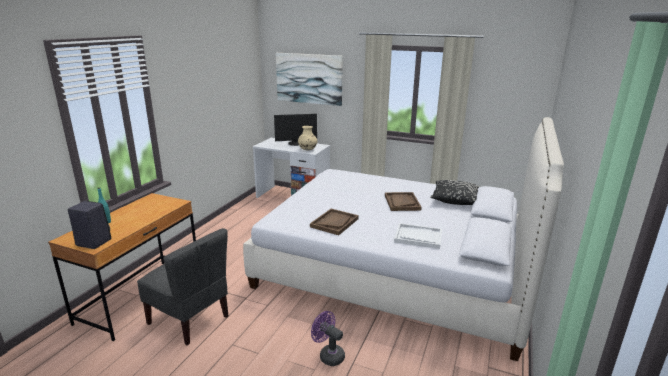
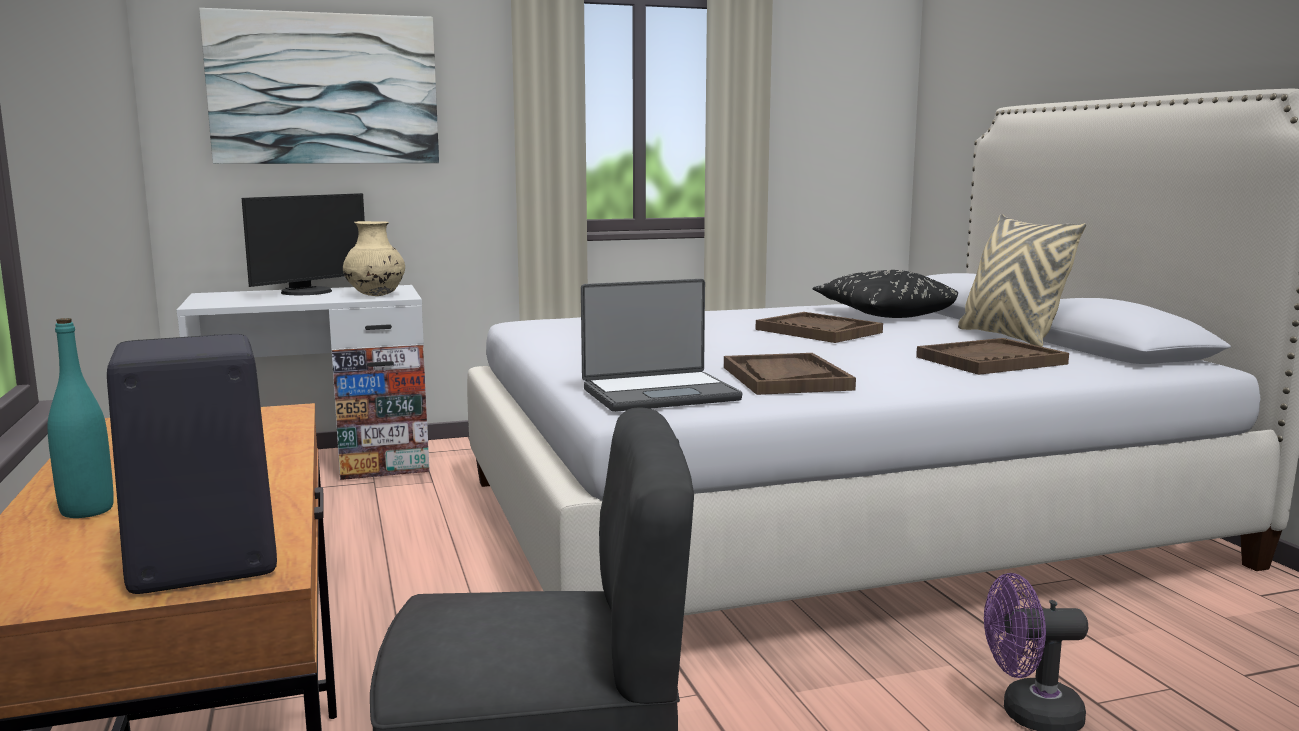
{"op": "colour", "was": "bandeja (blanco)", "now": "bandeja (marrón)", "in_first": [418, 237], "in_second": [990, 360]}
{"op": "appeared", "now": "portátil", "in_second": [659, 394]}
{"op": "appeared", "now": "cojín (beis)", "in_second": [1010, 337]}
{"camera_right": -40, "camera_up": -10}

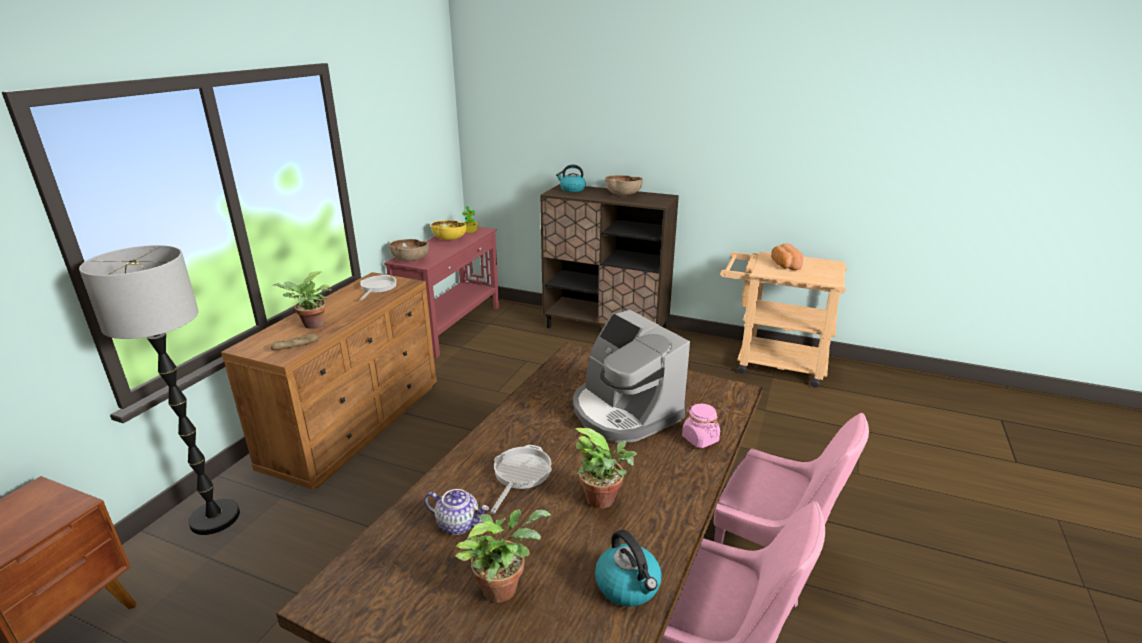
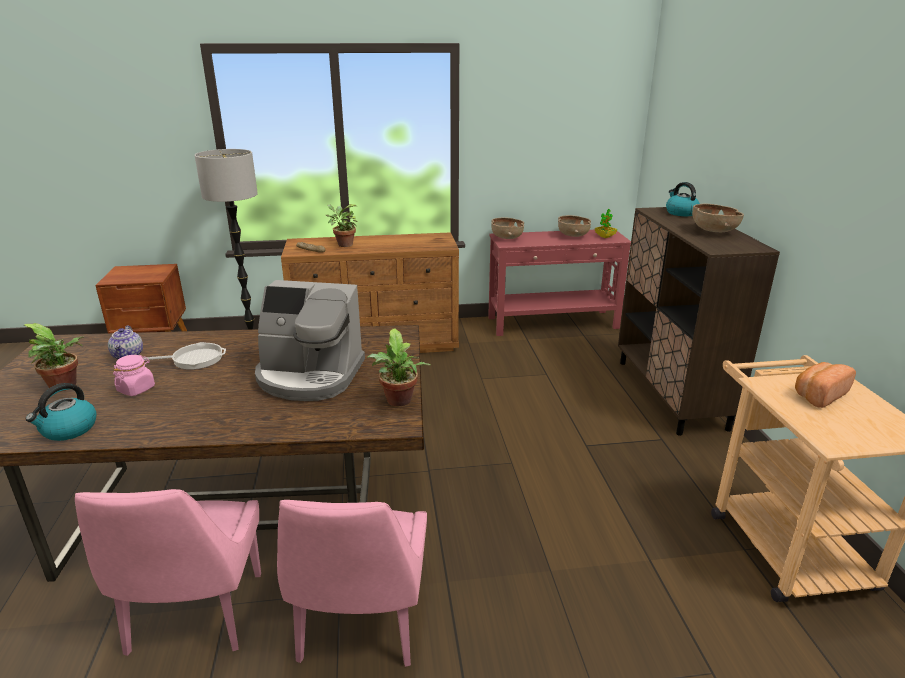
{"op": "missing", "was": "sartén", "in_first": [377, 287]}
{"op": "colour", "was": "cuenco (amarillo)", "now": "cuenco (marrón)", "in_first": [449, 239], "in_second": [573, 236]}
{"op": "spun", "was": "cafetera", "in_first": [624, 412], "in_second": [309, 376], "clockwise": -105}
{"op": "relocated", "was": "planta en maceta", "in_first": [604, 500], "in_second": [399, 402]}
{"op": "relocated", "was": "tarro (rosa)", "in_first": [700, 439], "in_second": [136, 389]}
{"camera_right": 60, "camera_up": 0}

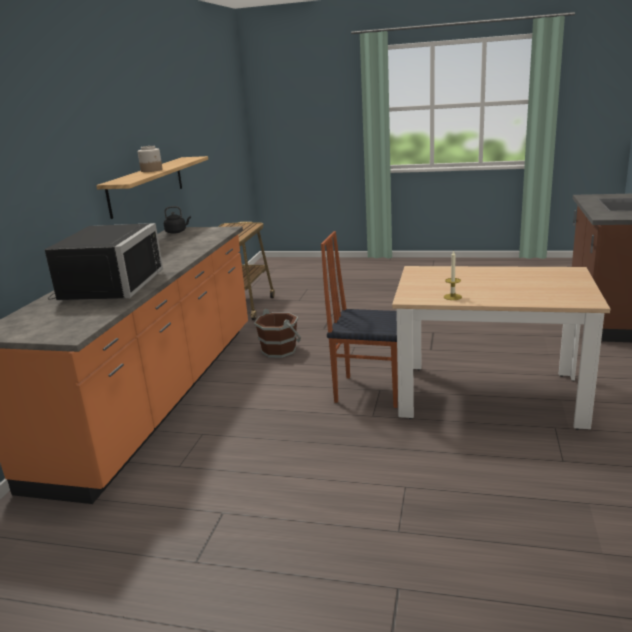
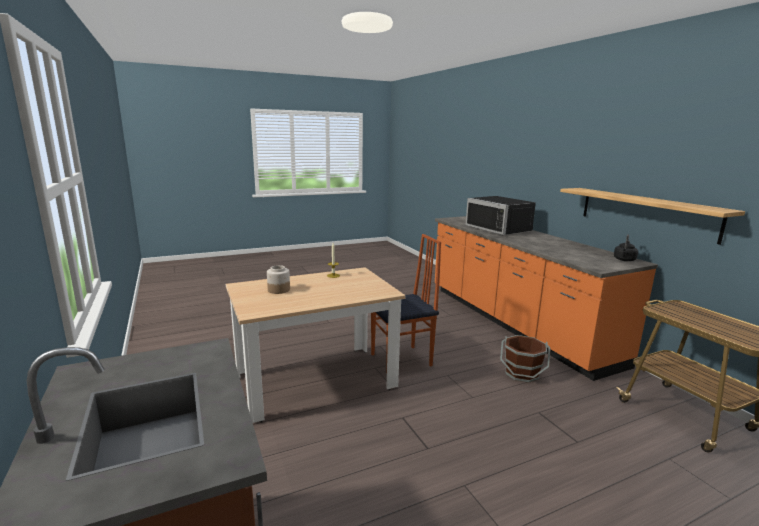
{"op": "relocated", "was": "tarro", "in_first": [152, 170], "in_second": [278, 290]}
{"camera_right": 140, "camera_up": -5}

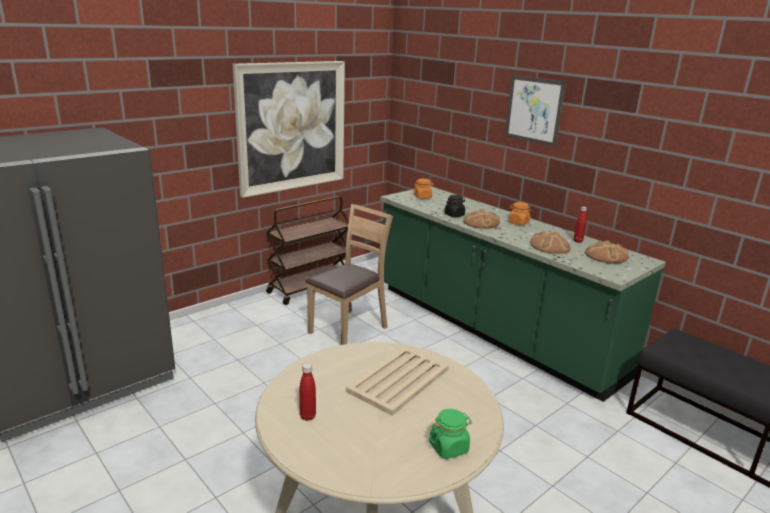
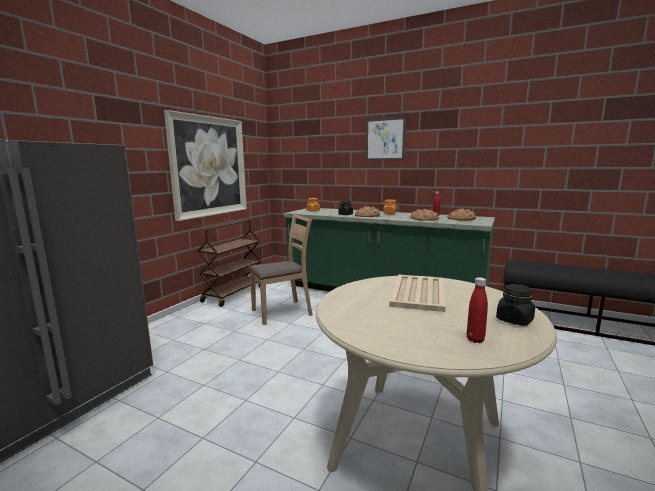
{"op": "relocated", "was": "botella (rojo)", "in_first": [307, 416], "in_second": [475, 340]}
{"op": "spun", "was": "silla (marrón)", "in_first": [348, 329], "in_second": [282, 312], "clockwise": 45}
{"op": "colour", "was": "tarro (verde)", "now": "tarro (negro)", "in_first": [449, 447], "in_second": [514, 320]}
{"camera_right": -20, "camera_up": -10}

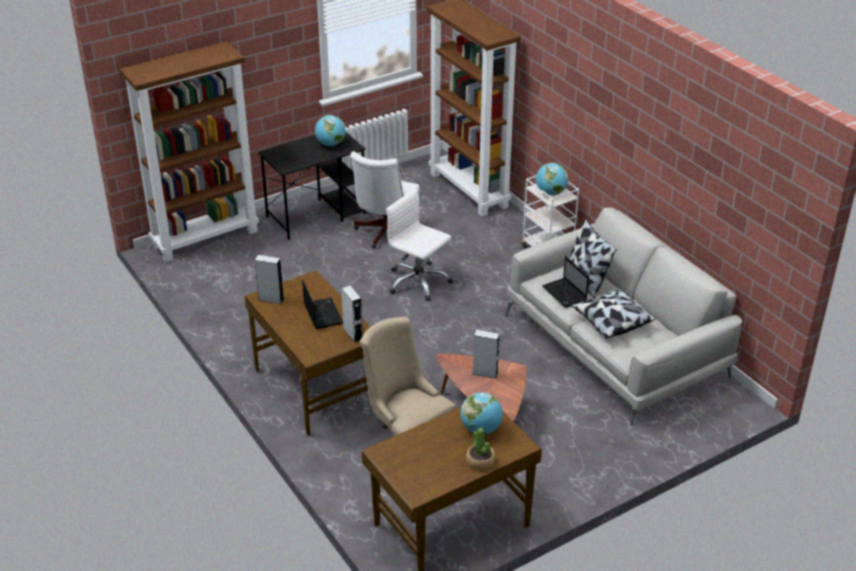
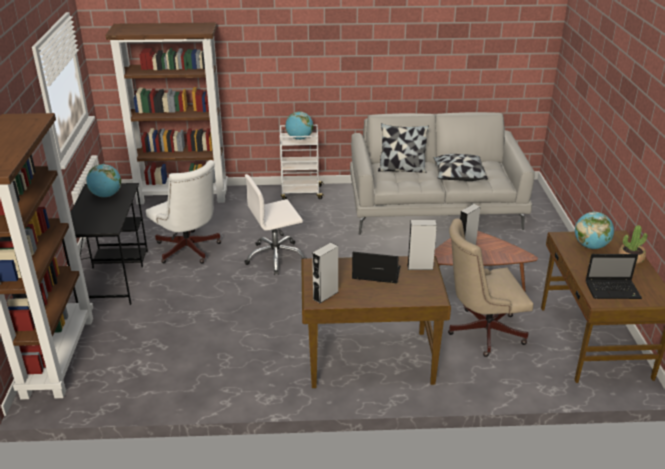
{"op": "relocated", "was": "portátil", "in_first": [565, 294], "in_second": [613, 290]}
{"camera_right": -60, "camera_up": -5}

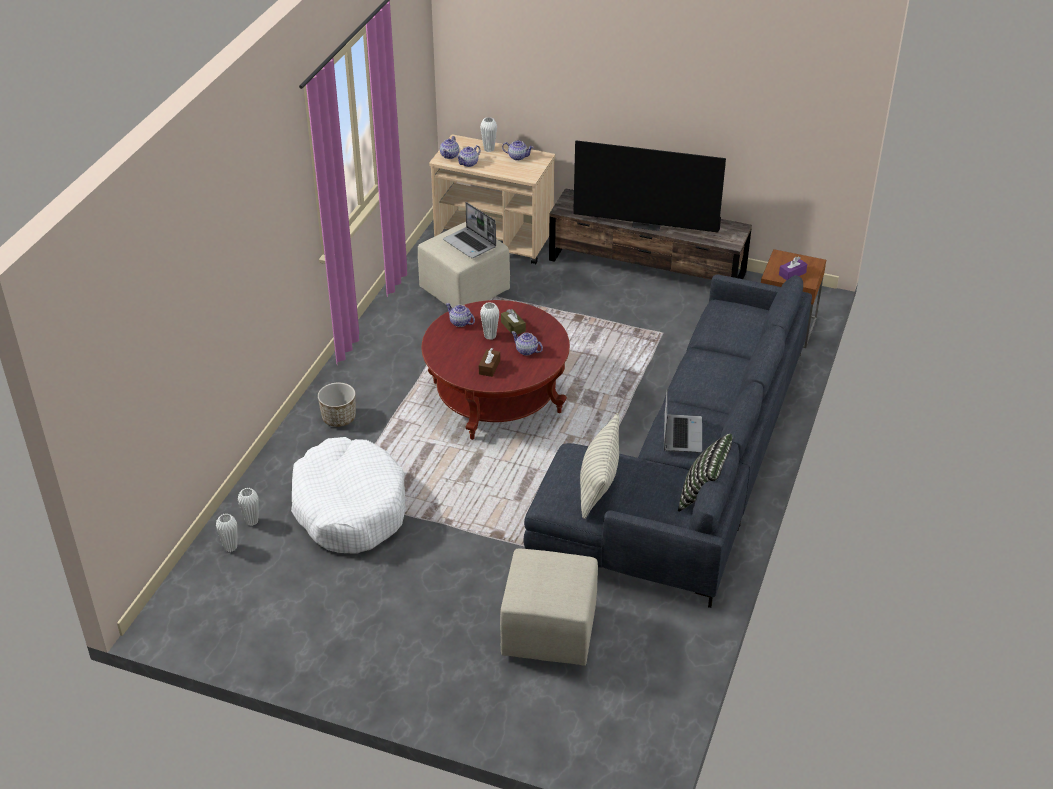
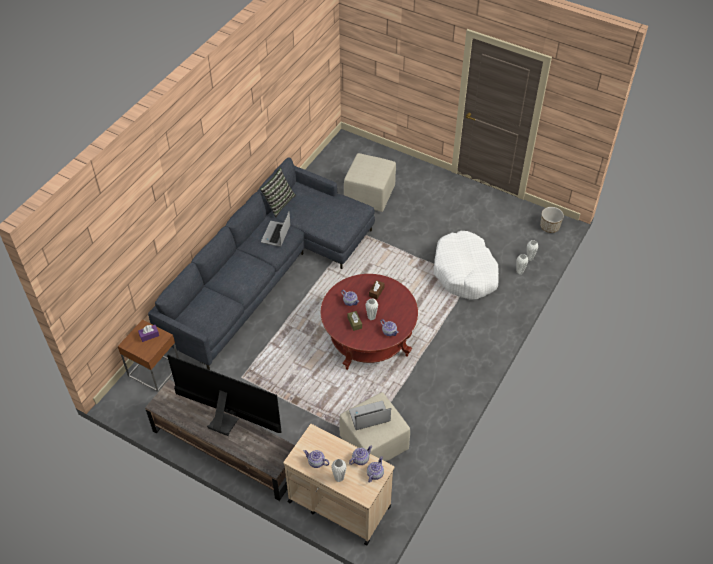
{"op": "relocated", "was": "maceta", "in_first": [339, 418], "in_second": [549, 227]}
{"op": "spun", "was": "portátil", "in_first": [470, 244], "in_second": [369, 417], "clockwise": -75}
{"op": "missing", "was": "cojín", "in_first": [598, 484]}
{"camera_right": -170, "camera_up": 10}

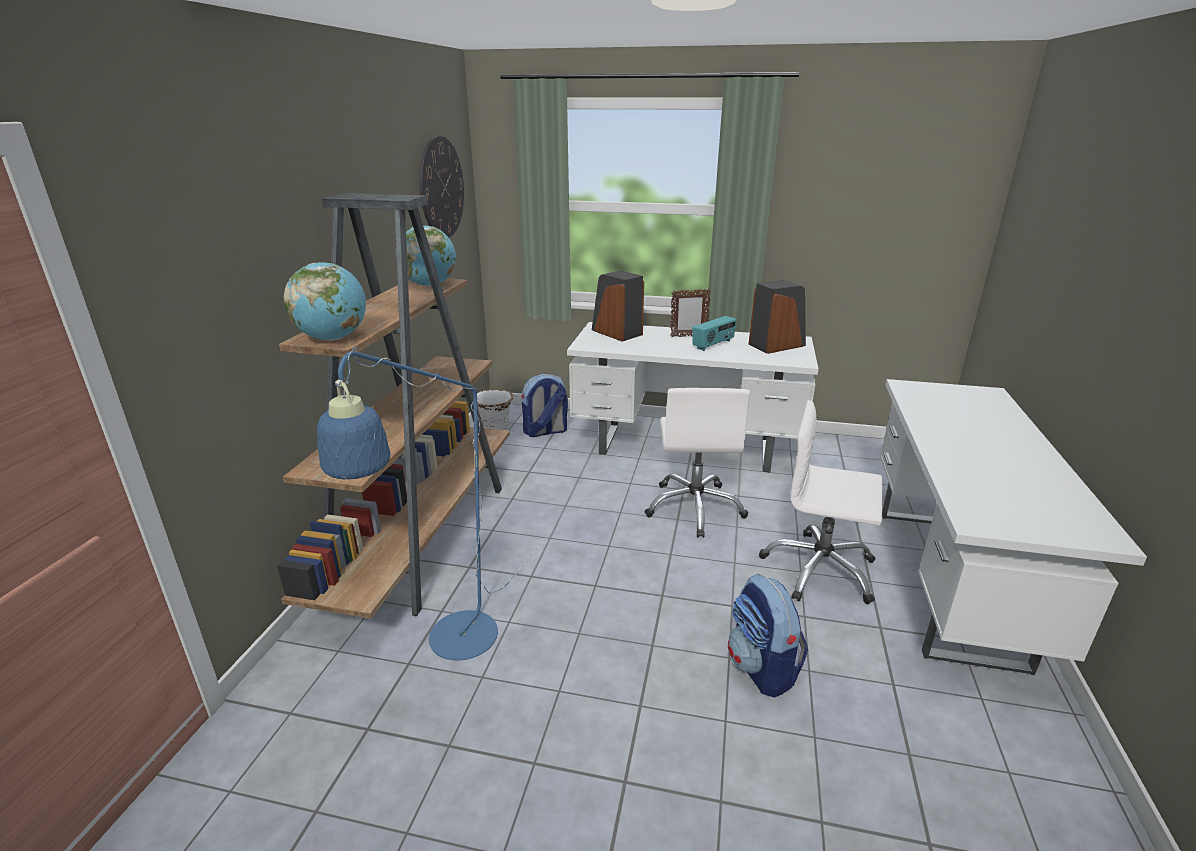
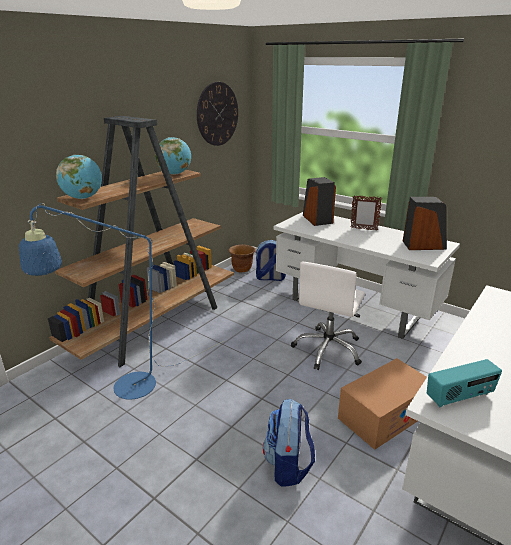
{"op": "colour", "was": "maceta (blanco)", "now": "maceta (marrón)", "in_first": [494, 427], "in_second": [242, 269]}
{"op": "relocated", "was": "radio", "in_first": [713, 345], "in_second": [459, 397]}
{"op": "exchanged", "was": "silla de oficina (blanco)", "now": "caja de cartón", "in_first": [819, 570], "in_second": [383, 415]}
{"camera_right": 25, "camera_up": 0}

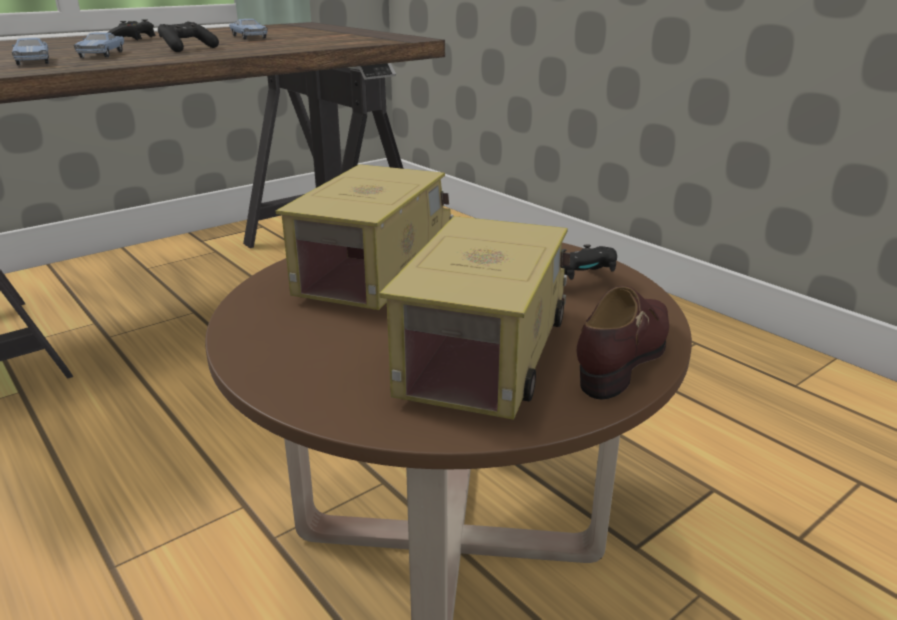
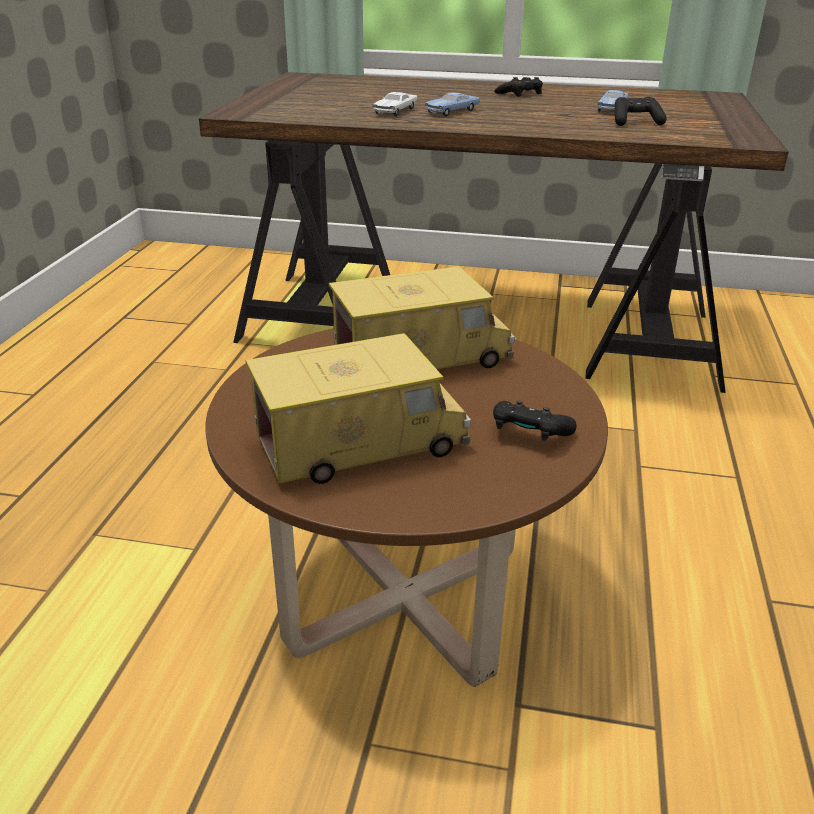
{"op": "colour", "was": "coche de juguete (azul)", "now": "coche de juguete (blanco)", "in_first": [33, 61], "in_second": [395, 111]}
{"op": "relocated", "was": "mando de consola (negro)", "in_first": [187, 49], "in_second": [635, 122]}
{"op": "missing", "was": "zapato (marrón)", "in_first": [626, 356]}
{"camera_right": 50, "camera_up": 5}

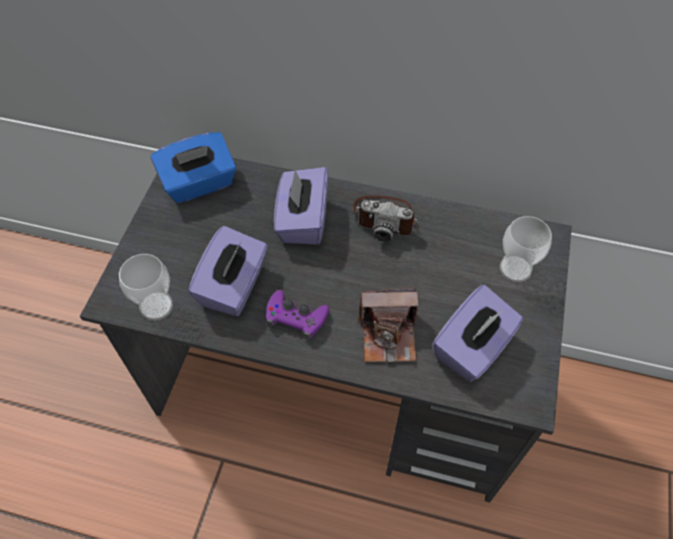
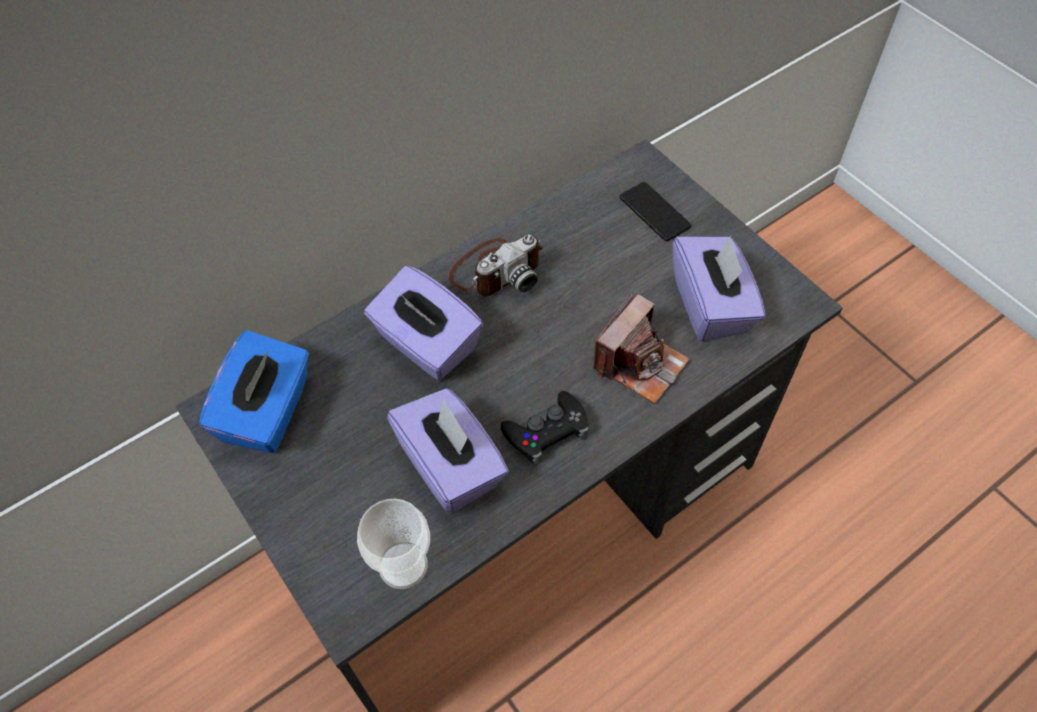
{"op": "colour", "was": "mando de consola (morado)", "now": "mando de consola (negro)", "in_first": [296, 318], "in_second": [546, 431]}
{"op": "exchanged", "was": "taza", "now": "móvil", "in_first": [515, 269], "in_second": [654, 212]}
{"camera_right": -50, "camera_up": 0}

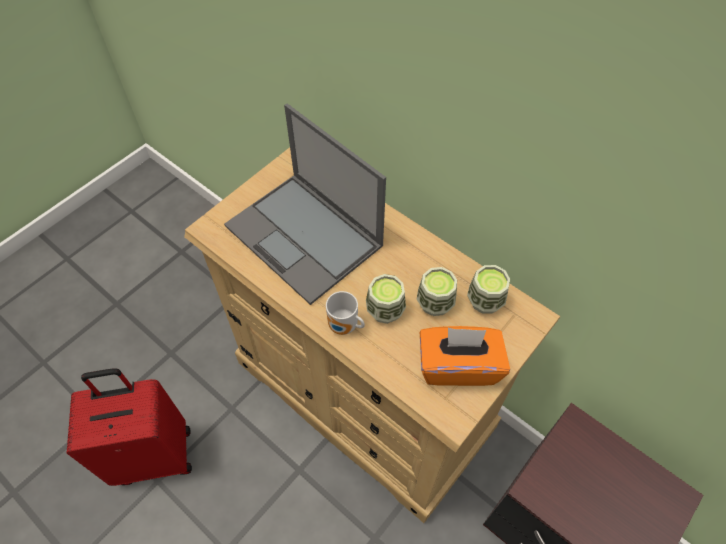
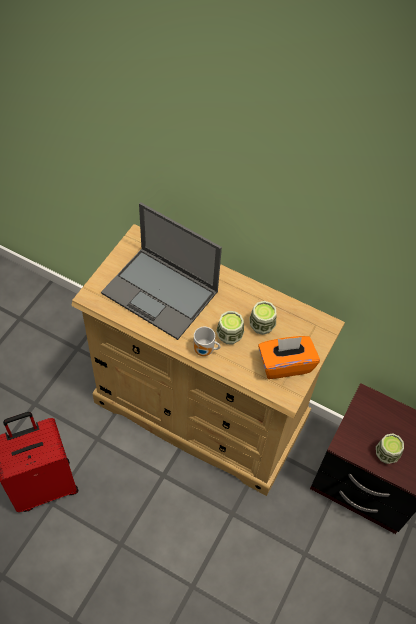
{"op": "relocated", "was": "taza", "in_first": [485, 300], "in_second": [386, 454]}
{"camera_right": -15, "camera_up": 0}

